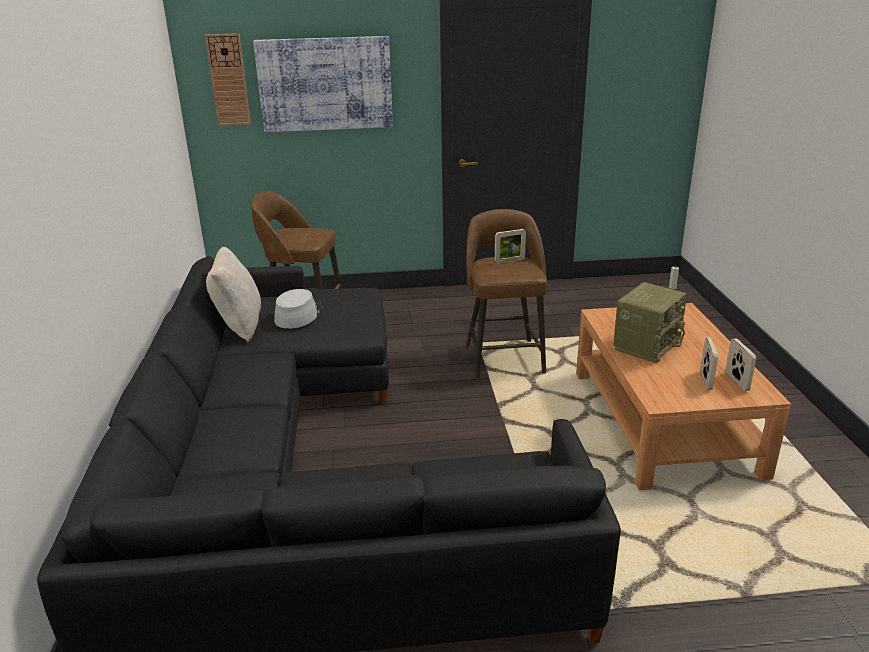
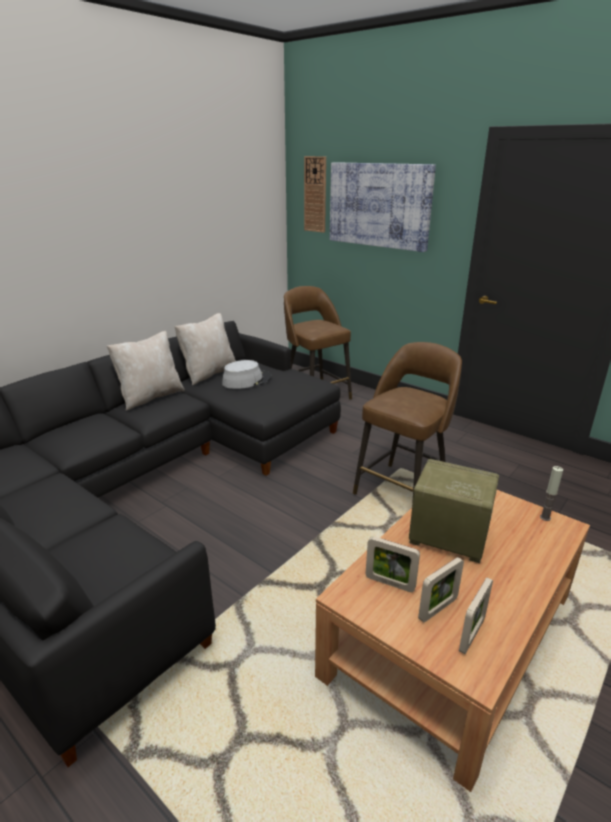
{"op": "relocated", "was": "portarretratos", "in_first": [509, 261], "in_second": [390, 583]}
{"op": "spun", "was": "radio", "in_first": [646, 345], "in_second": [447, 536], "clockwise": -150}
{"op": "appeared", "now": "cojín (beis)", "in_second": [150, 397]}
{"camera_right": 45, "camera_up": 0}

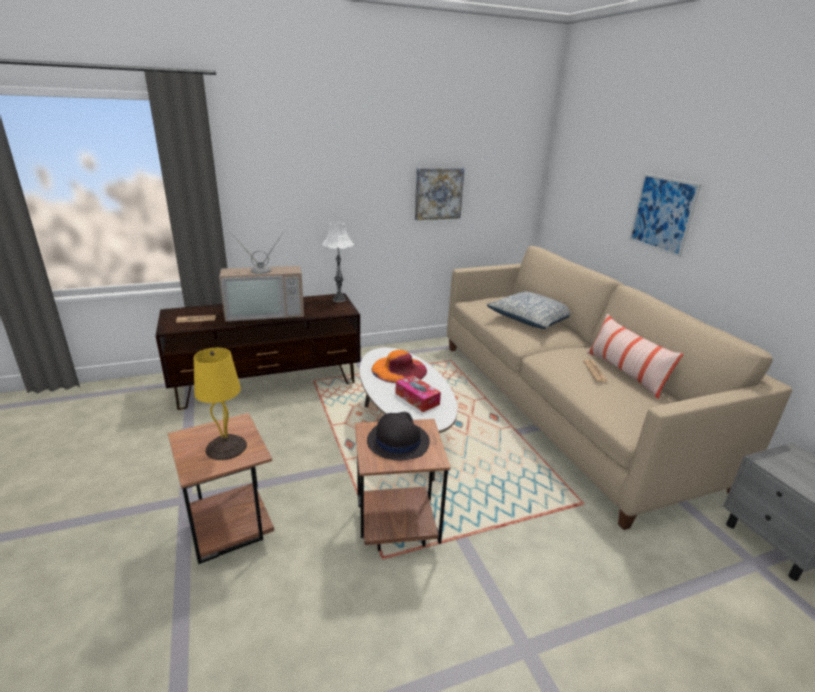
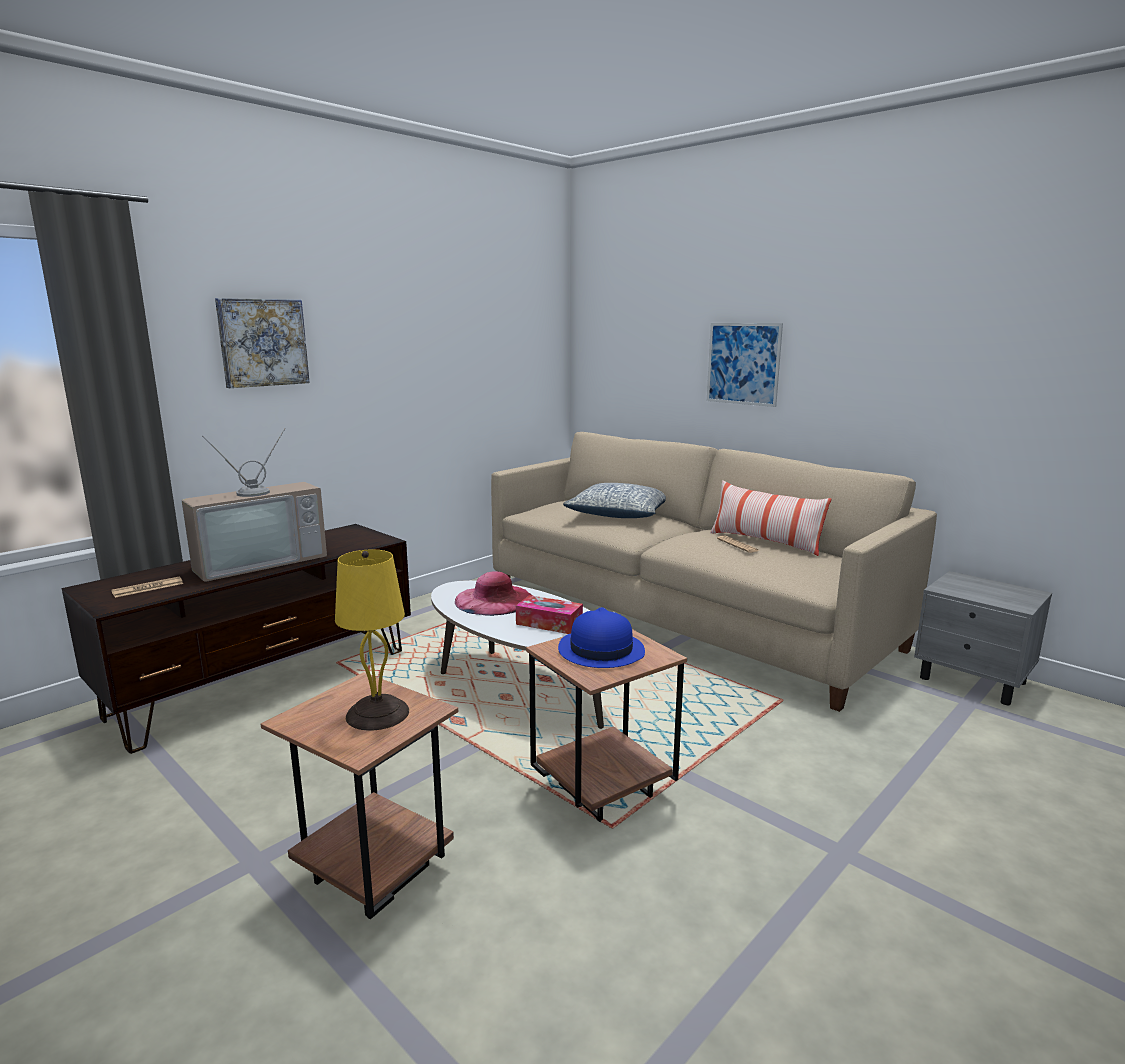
{"op": "missing", "was": "lámpara de mesa (blanco)", "in_first": [339, 299]}
{"op": "colour", "was": "sombrero (negro)", "now": "sombrero (azul)", "in_first": [397, 441], "in_second": [600, 650]}
{"op": "colour", "was": "sombrero (naranja)", "now": "sombrero (rosa)", "in_first": [399, 369], "in_second": [494, 600]}
{"op": "relocated", "was": "cuadro", "in_first": [438, 193], "in_second": [263, 342]}
{"camera_right": -25, "camera_up": -10}

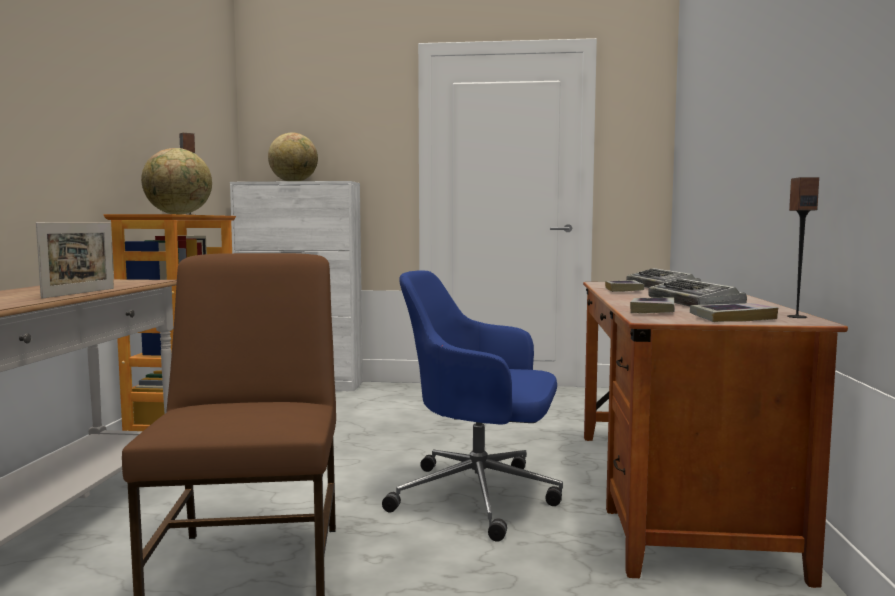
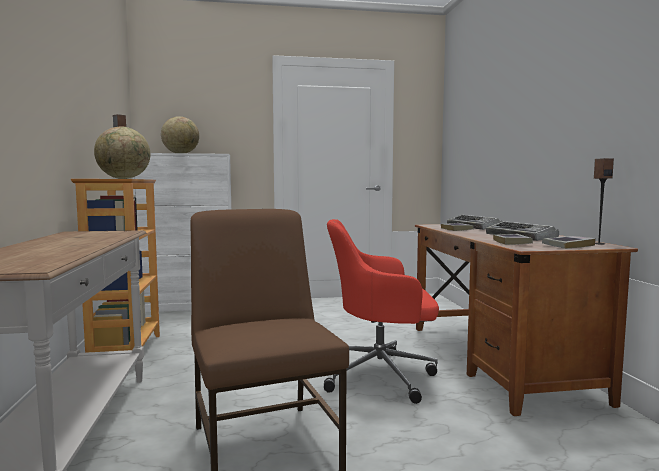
{"op": "missing", "was": "portarretratos", "in_first": [79, 293]}
{"op": "colour", "was": "silla de oficina (azul)", "now": "silla de oficina (rojo)", "in_first": [480, 497], "in_second": [381, 375]}
{"camera_right": -15, "camera_up": 0}

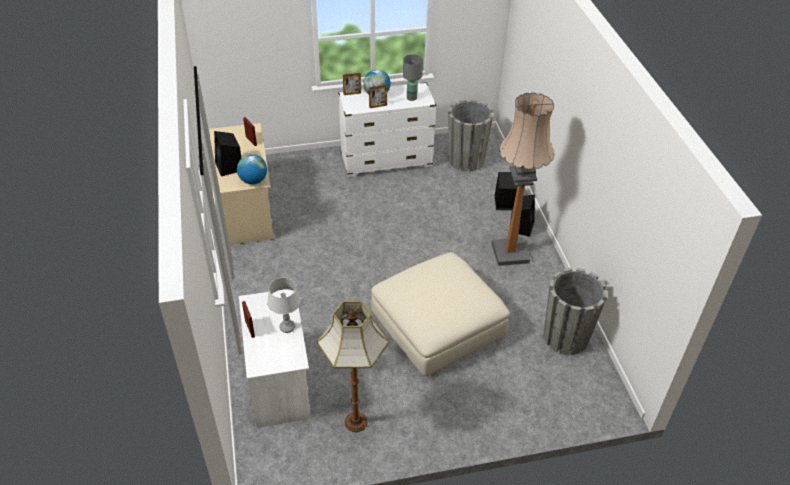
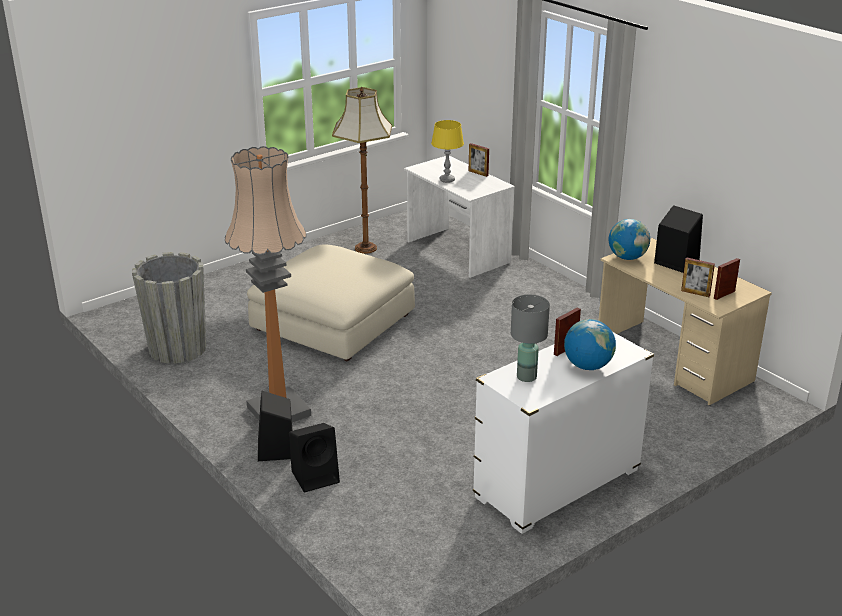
{"op": "colour", "was": "lámpara de mesa (gris)", "now": "lámpara de mesa (amarillo)", "in_first": [287, 327], "in_second": [447, 180]}
{"op": "relocated", "was": "portarretratos", "in_first": [352, 93], "in_second": [724, 294]}
{"op": "missing", "was": "maceta (gris)", "in_first": [466, 160]}
{"camera_right": 155, "camera_up": -15}

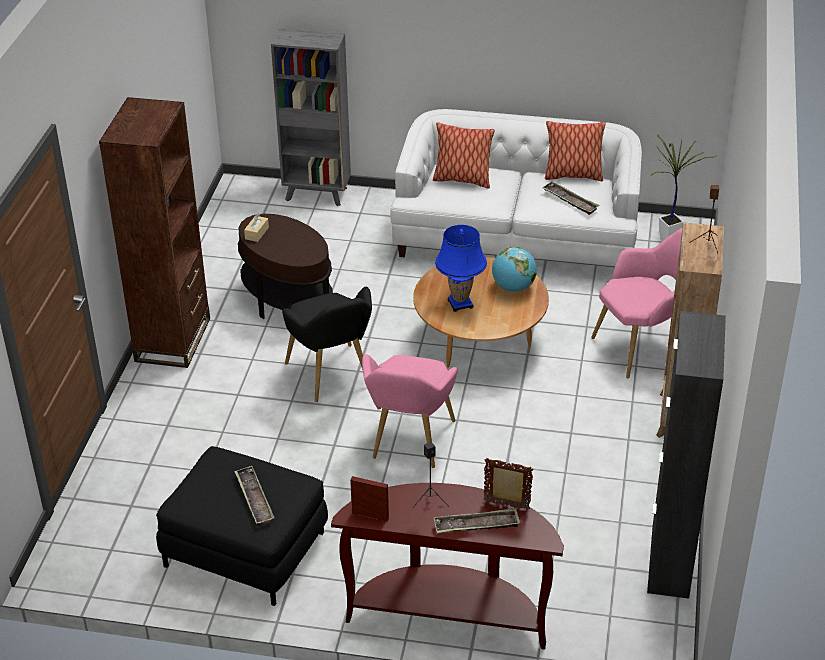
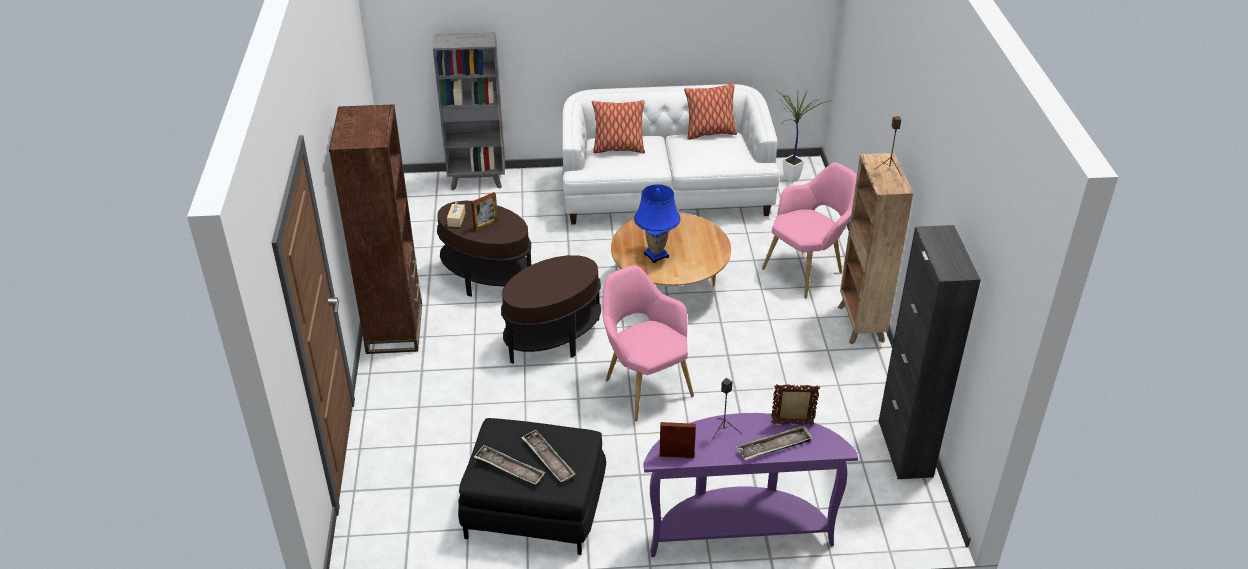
{"op": "exchanged", "was": "sillón (negro)", "now": "mesa auxiliar (marrón)", "in_first": [332, 378], "in_second": [553, 339]}
{"op": "colour", "was": "mesa consola (marrón)", "now": "mesa consola (morado)", "in_first": [449, 613], "in_second": [739, 530]}
{"op": "spun", "was": "sillón (rosa)", "in_first": [409, 443], "in_second": [644, 385], "clockwise": 150}
{"op": "missing", "was": "globo terráqueo", "in_first": [513, 287]}
{"op": "relocated", "was": "bandeja", "in_first": [570, 201], "in_second": [509, 469]}
{"op": "appeared", "now": "portarretratos", "in_second": [486, 225]}
{"camera_right": -15, "camera_up": 0}

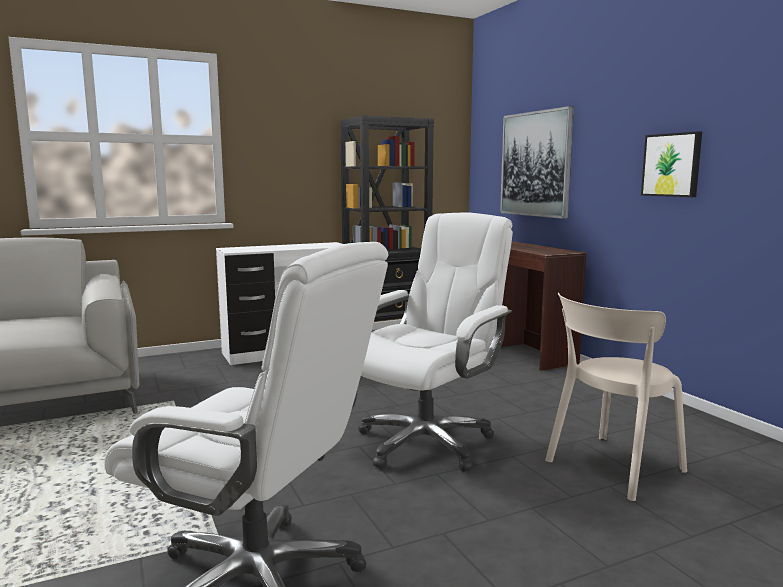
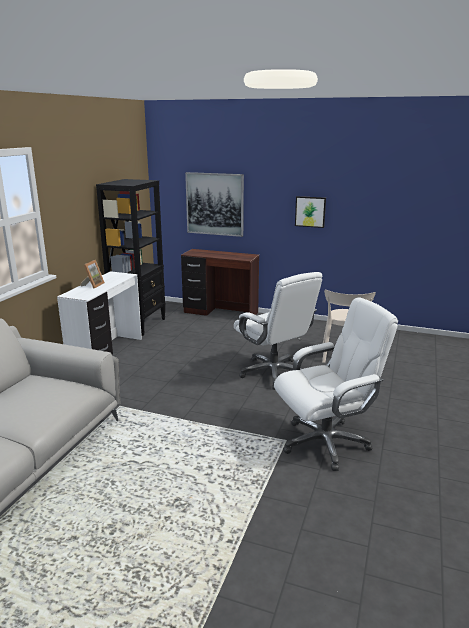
{"op": "spun", "was": "silla de oficina (blanco)", "in_first": [425, 442], "in_second": [274, 373], "clockwise": 150}
{"op": "appeared", "now": "portarretratos", "in_second": [93, 285]}
{"camera_right": -45, "camera_up": 10}

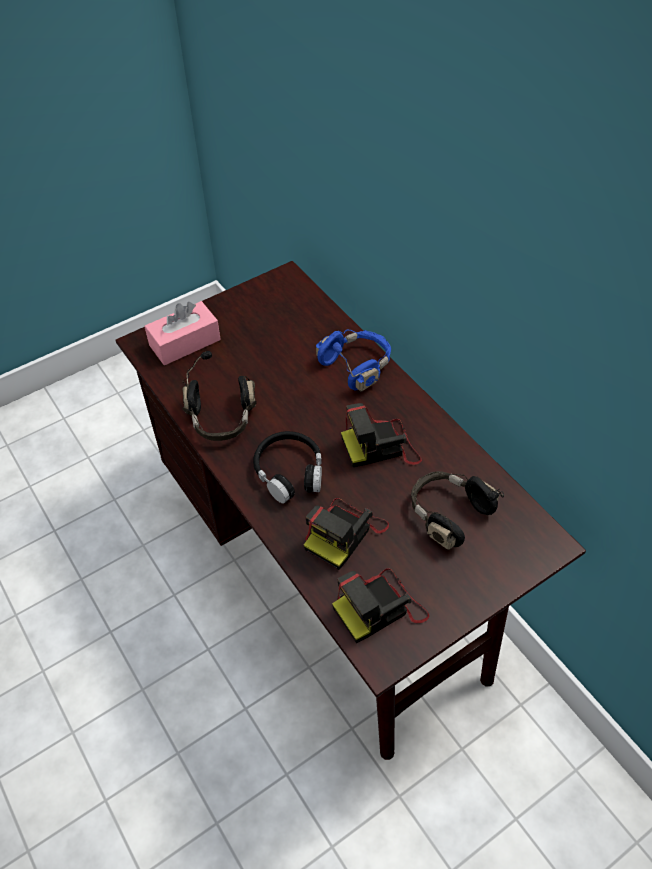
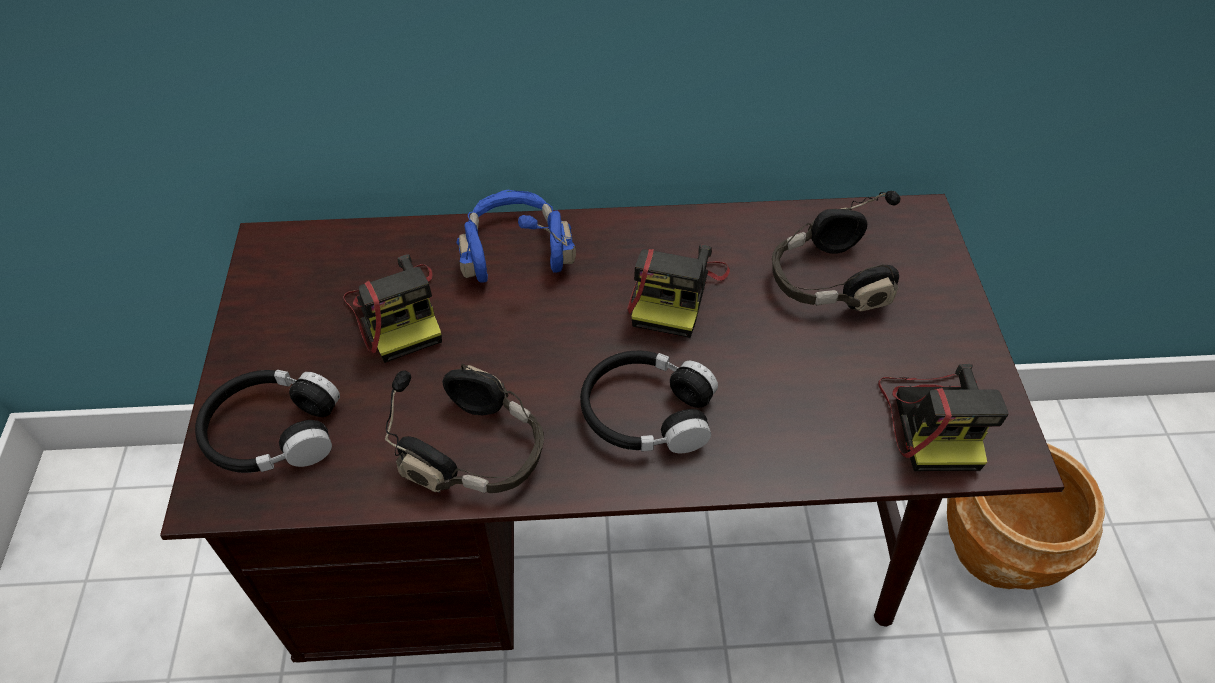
{"op": "exchanged", "was": "caja de pañuelos (rosa)", "now": "auriculares (negro)", "in_first": [185, 342], "in_second": [273, 432]}
{"op": "relocated", "was": "cámara", "in_first": [344, 533], "in_second": [398, 313]}
{"op": "appeared", "now": "maceta (marrón)", "in_second": [997, 547]}
{"camera_right": -60, "camera_up": 0}

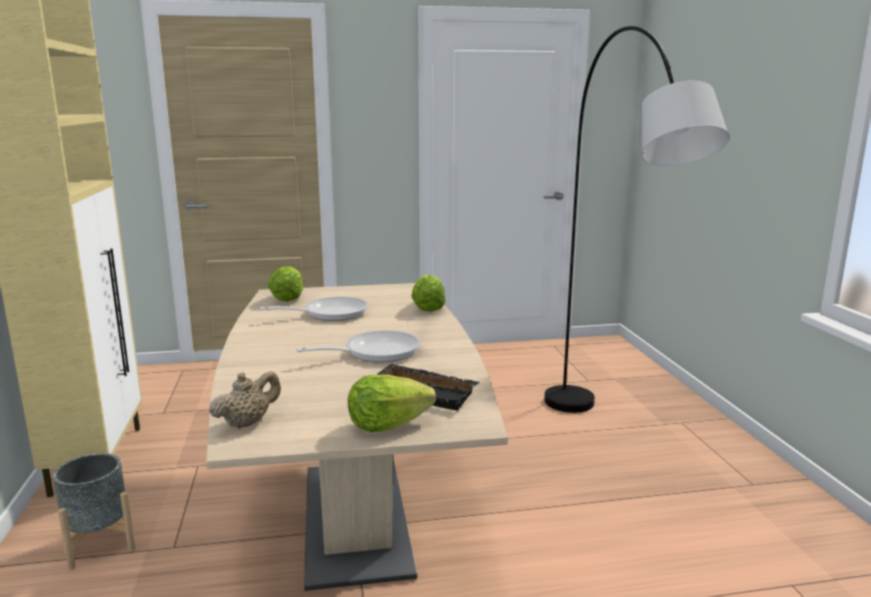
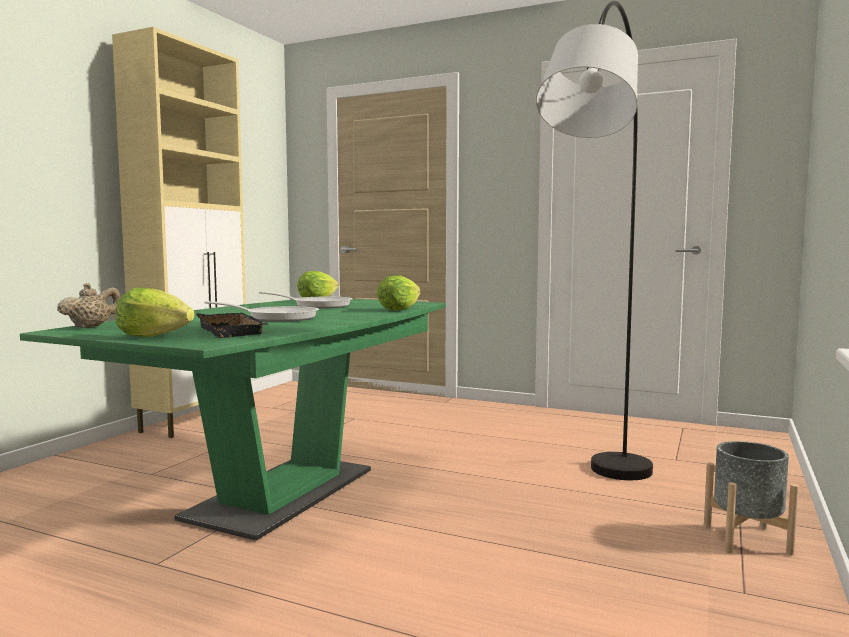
{"op": "relocated", "was": "maceta (gris)", "in_first": [99, 544], "in_second": [746, 539]}
{"op": "colour", "was": "mesa de comedor (beis)", "now": "mesa de comedor (verde)", "in_first": [355, 519], "in_second": [282, 493]}
{"op": "spun", "was": "tetera (beis)", "in_first": [247, 423], "in_second": [91, 327], "clockwise": -45}
{"camera_right": 35, "camera_up": -10}

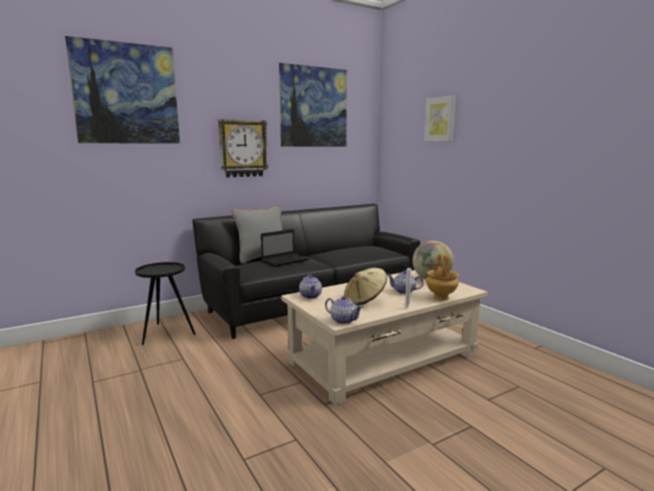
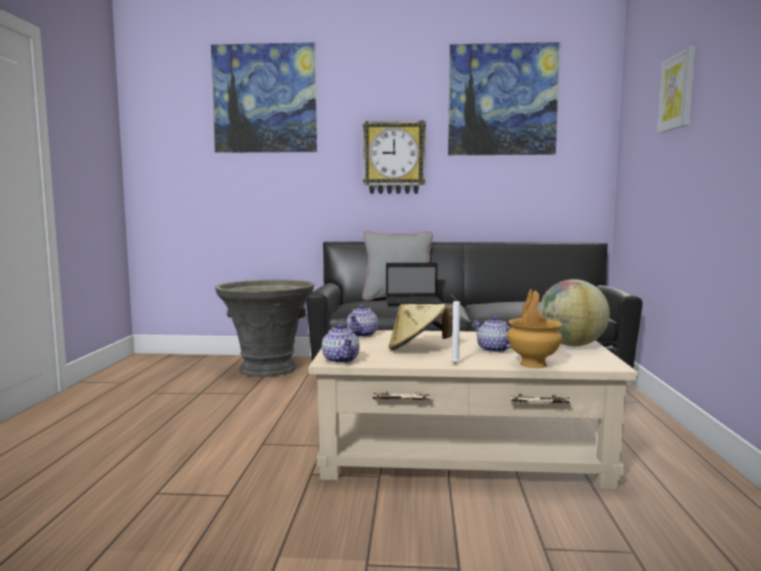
{"op": "exchanged", "was": "mesa auxiliar (negro)", "now": "maceta (gris)", "in_first": [166, 333], "in_second": [268, 369]}
{"camera_right": 35, "camera_up": -5}

